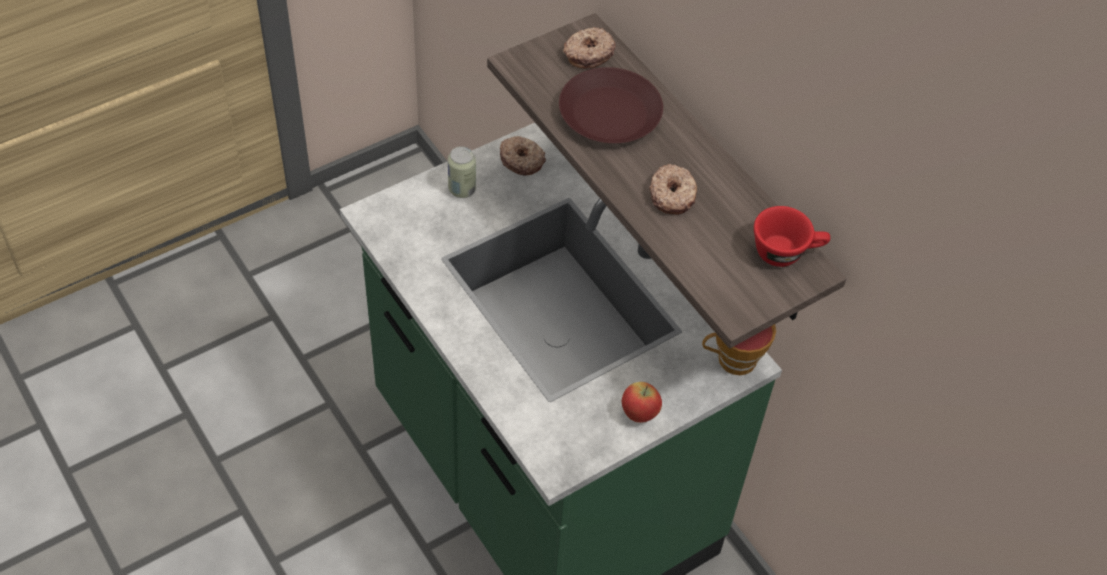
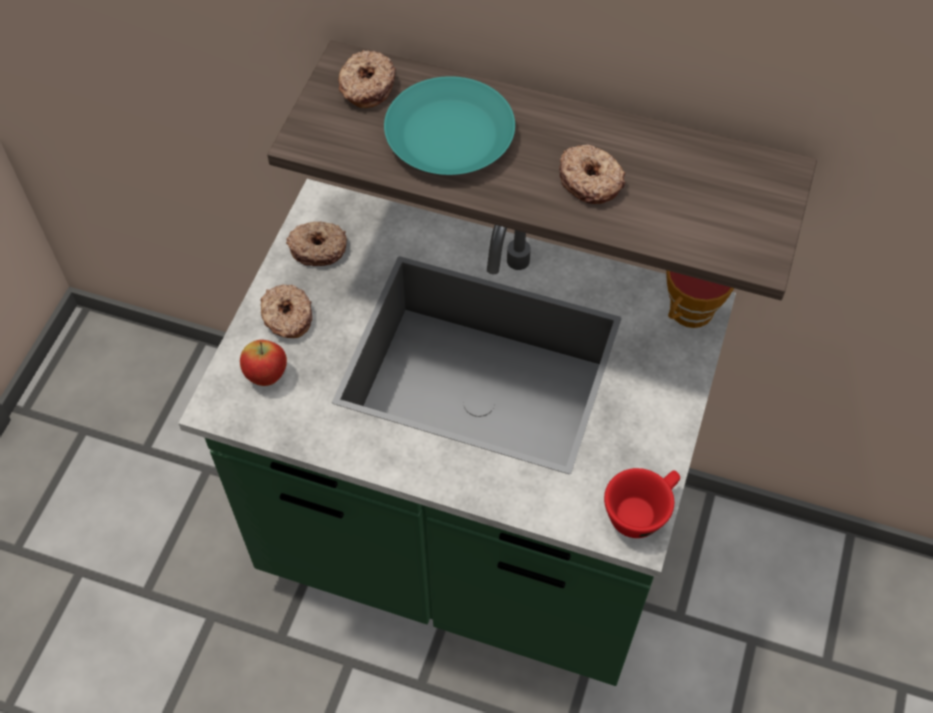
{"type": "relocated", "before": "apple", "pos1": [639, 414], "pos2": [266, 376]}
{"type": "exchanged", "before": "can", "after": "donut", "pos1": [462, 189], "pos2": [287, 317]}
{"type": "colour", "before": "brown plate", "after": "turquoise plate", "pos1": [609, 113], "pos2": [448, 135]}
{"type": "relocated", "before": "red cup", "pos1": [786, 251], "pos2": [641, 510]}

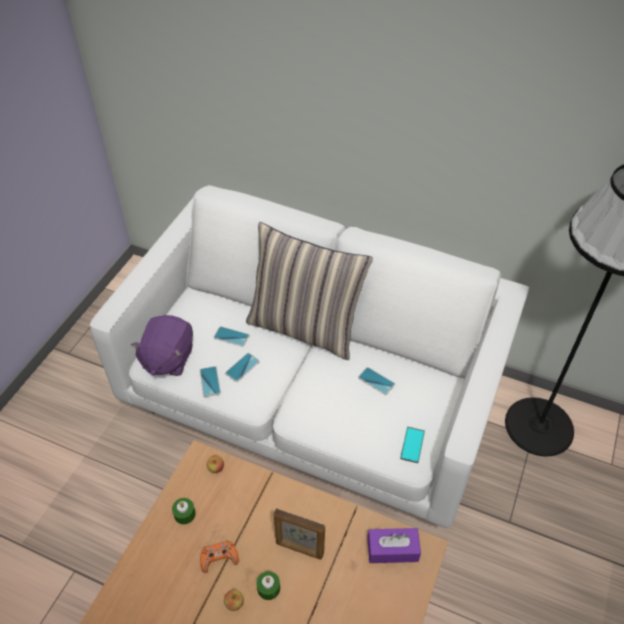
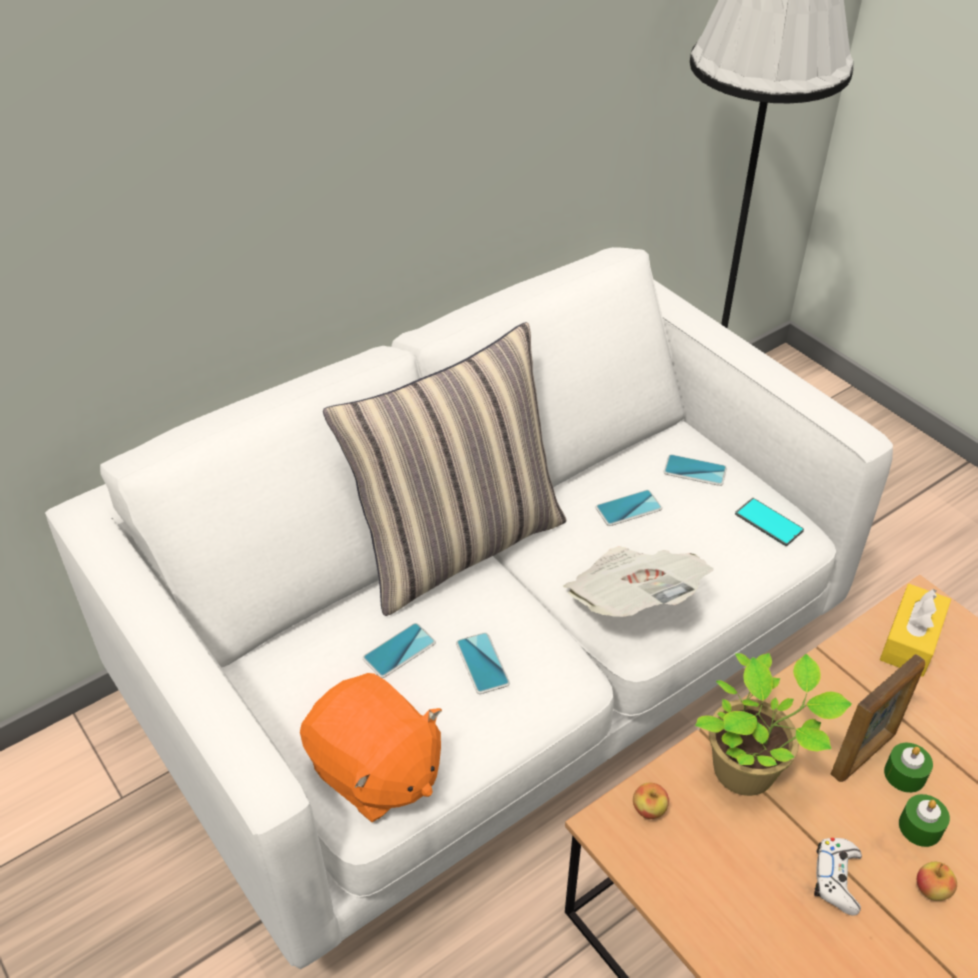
{"type": "colour", "before": "purple plush toy", "after": "orange plush toy", "pos1": [168, 358], "pos2": [375, 771]}
{"type": "appeared", "after": "newspaper", "pos2": [632, 602]}
{"type": "relocated", "before": "phone", "pos1": [210, 381], "pos2": [694, 471]}
{"type": "appeared", "after": "potted plant", "pos2": [749, 770]}
{"type": "colour", "before": "orange game controller", "after": "white game controller", "pos1": [219, 558], "pos2": [836, 879]}
{"type": "colour", "before": "purple tissue box", "after": "yellow tissue box", "pos1": [392, 550], "pos2": [911, 640]}
{"type": "relocated", "before": "green candle", "pos1": [184, 514], "pos2": [904, 774]}

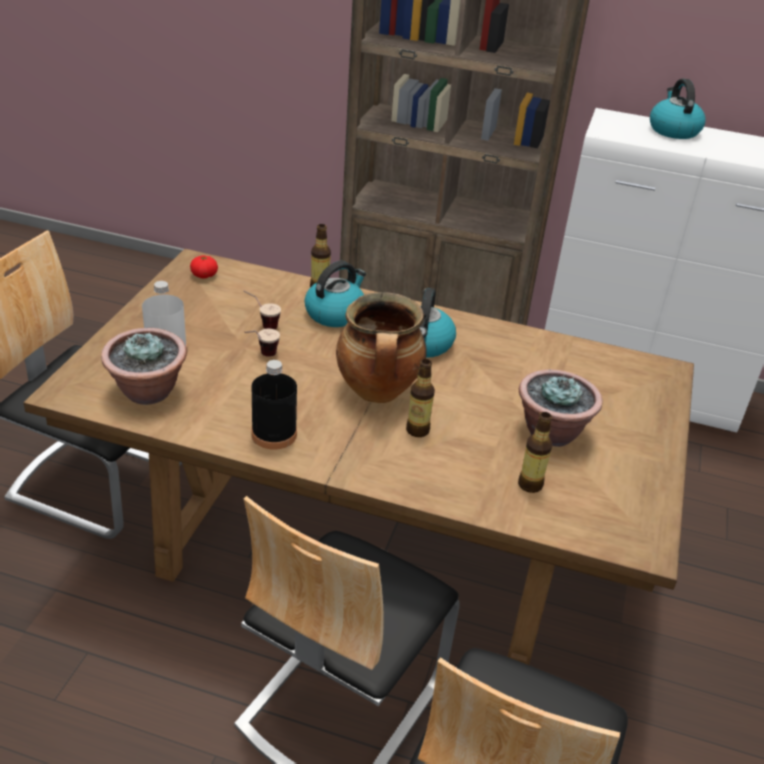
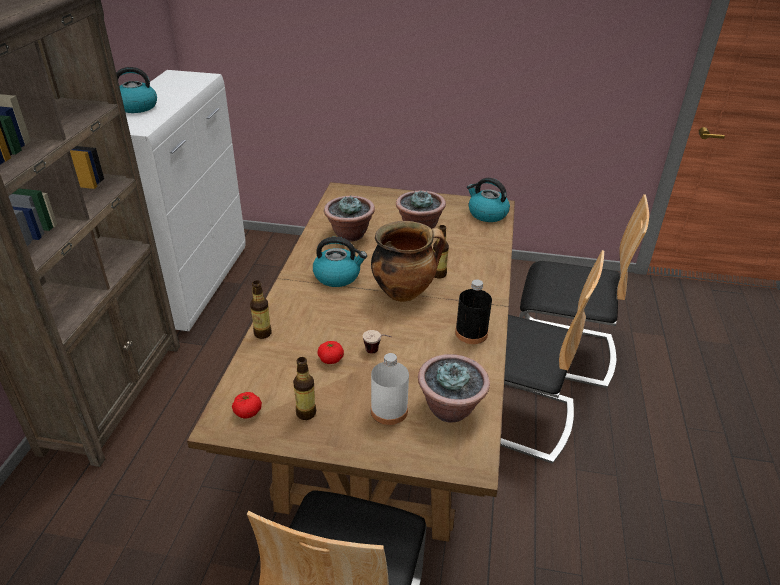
{"type": "relocated", "before": "bottle", "pos1": [530, 484], "pos2": [306, 413]}
{"type": "exchanged", "before": "cup", "after": "tomato", "pos1": [262, 325], "pos2": [331, 359]}
{"type": "appeared", "after": "potted plant", "pos2": [349, 234]}
{"type": "relocated", "before": "kettle", "pos1": [335, 313], "pos2": [487, 214]}

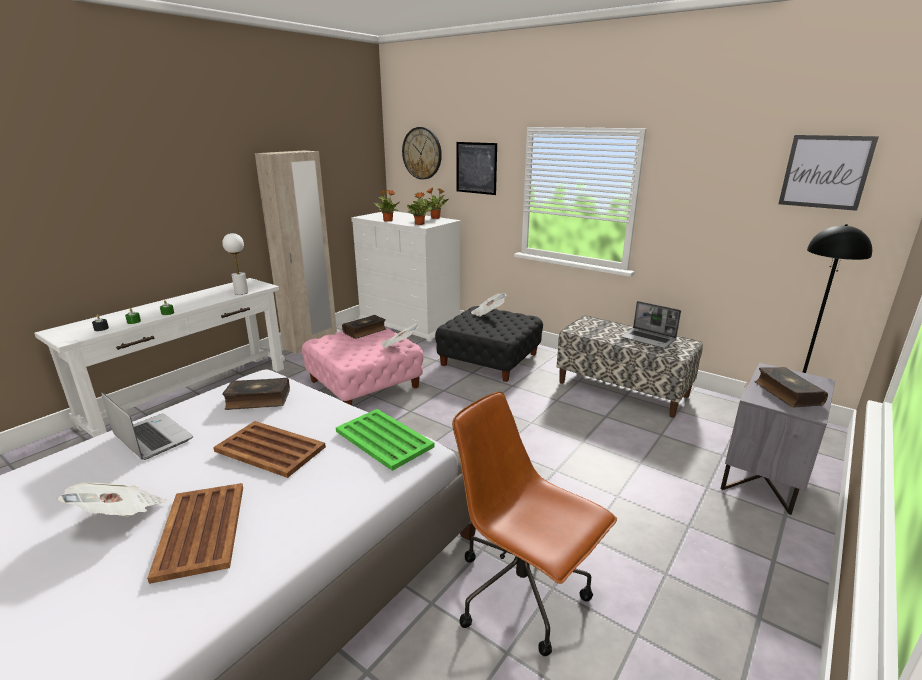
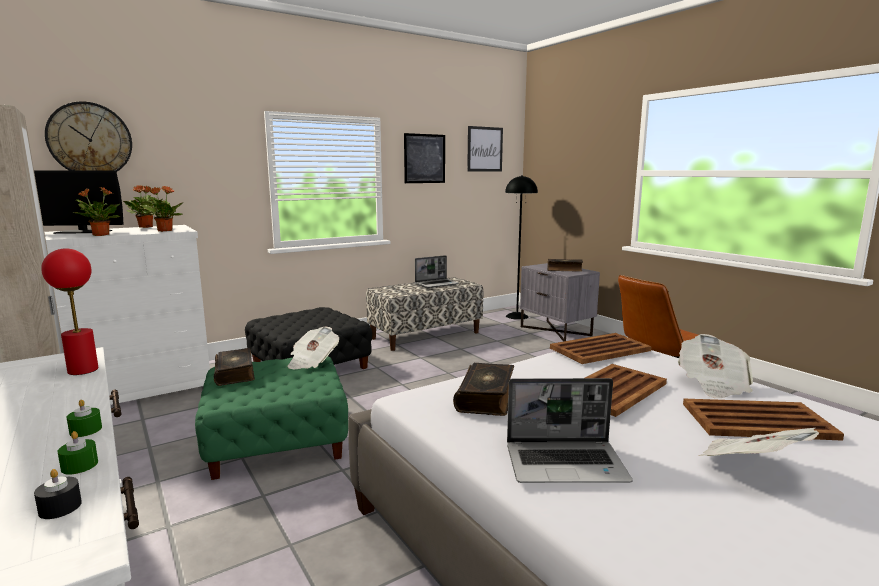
{"type": "appeared", "after": "monitor", "pos2": [83, 232]}
{"type": "colour", "before": "white table lamp", "after": "red table lamp", "pos1": [241, 292], "pos2": [83, 370]}
{"type": "colour", "before": "pink ottoman", "after": "green ottoman", "pos1": [364, 384], "pos2": [276, 439]}
{"type": "relocated", "before": "picture", "pos1": [476, 168], "pos2": [424, 158]}
{"type": "spun", "before": "laptop", "pos1": [151, 438], "pos2": [566, 463], "turn": -150}
{"type": "colour", "before": "green tray", "after": "brown tray", "pos1": [383, 438], "pos2": [599, 349]}
{"type": "relocated", "before": "newspaper", "pos1": [488, 313], "pos2": [713, 384]}

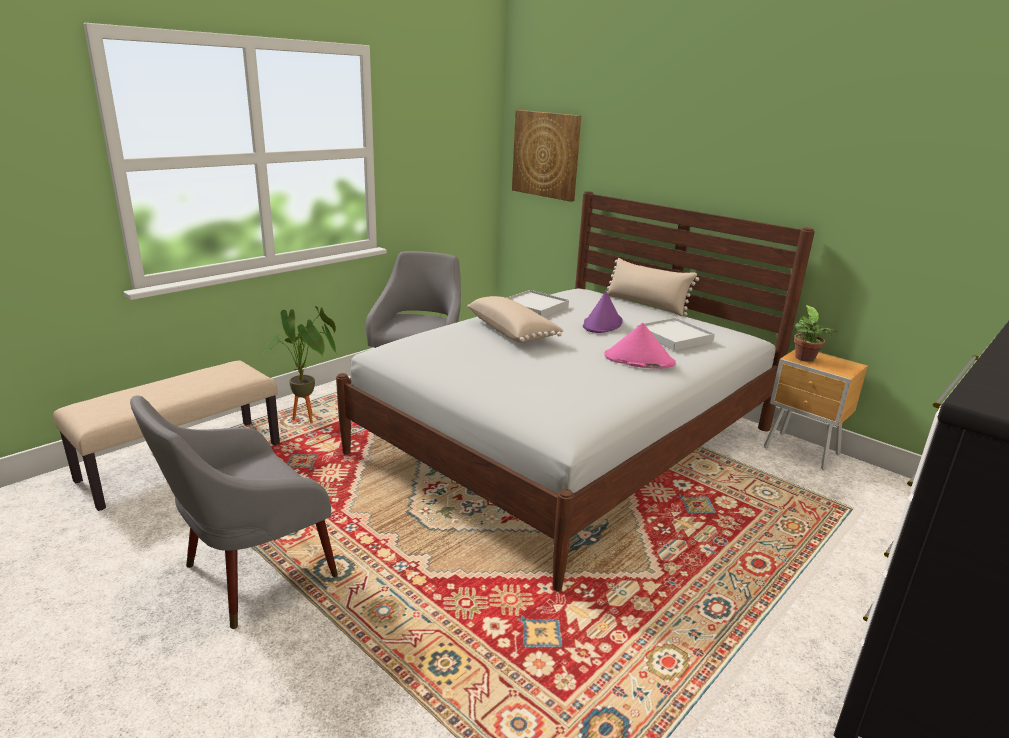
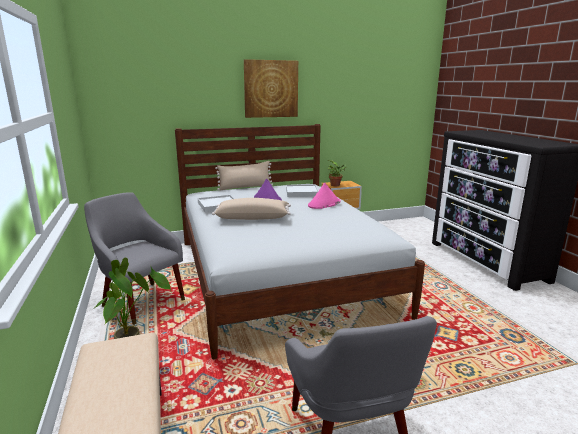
{"type": "relocated", "before": "picture", "pos1": [546, 154], "pos2": [271, 89]}

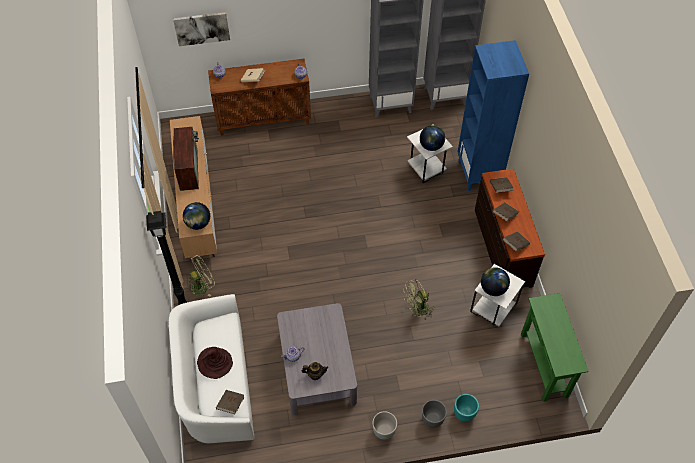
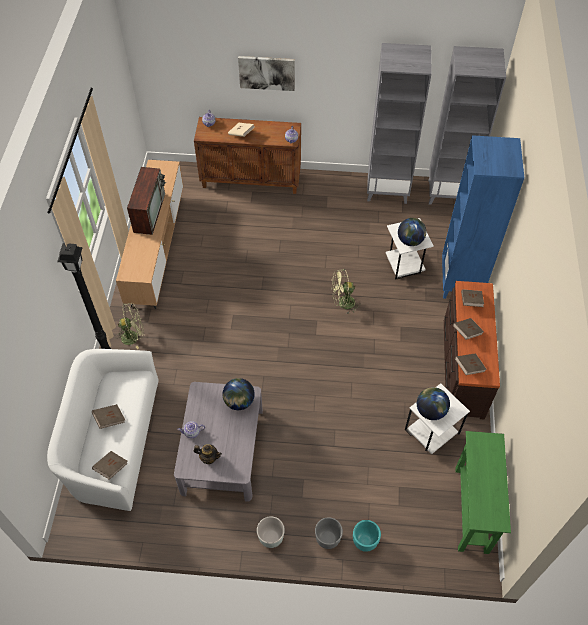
{"type": "exchanged", "before": "brown hat", "after": "brown book", "pos1": [214, 363], "pos2": [109, 419]}
{"type": "relocated", "before": "globe", "pos1": [198, 223], "pos2": [239, 401]}
{"type": "relocated", "before": "picture", "pos1": [202, 28], "pos2": [267, 72]}
{"type": "relocated", "before": "green fan", "pos1": [417, 310], "pos2": [342, 303]}

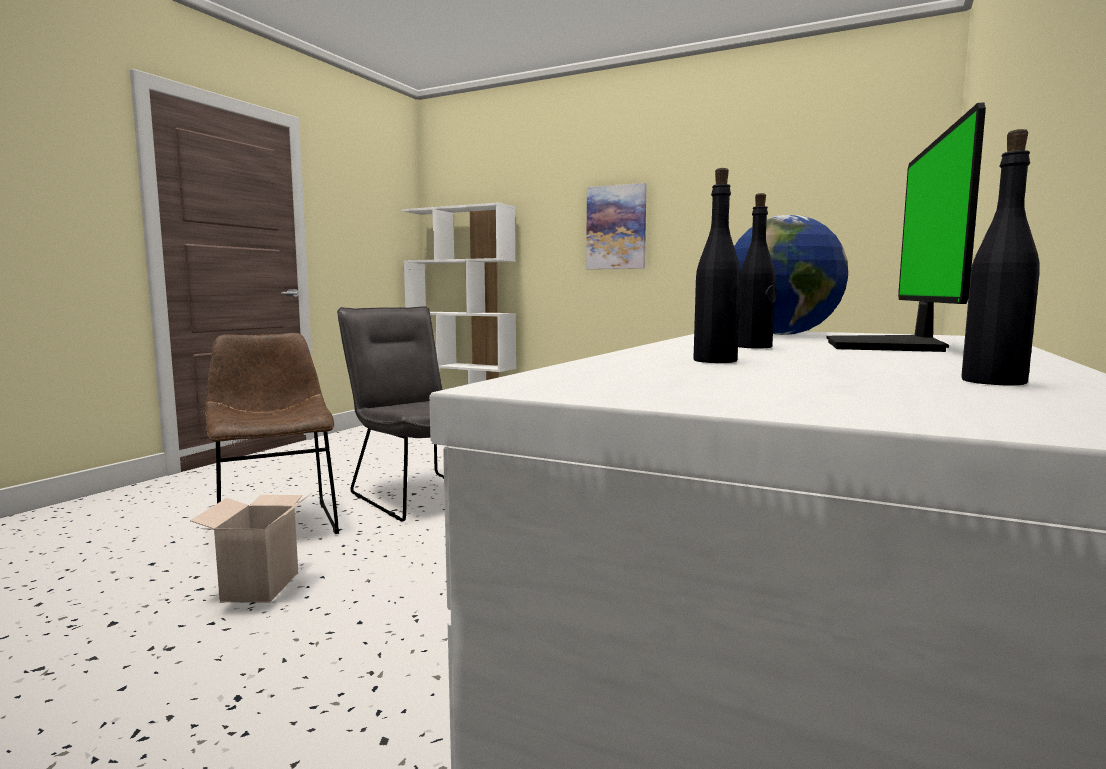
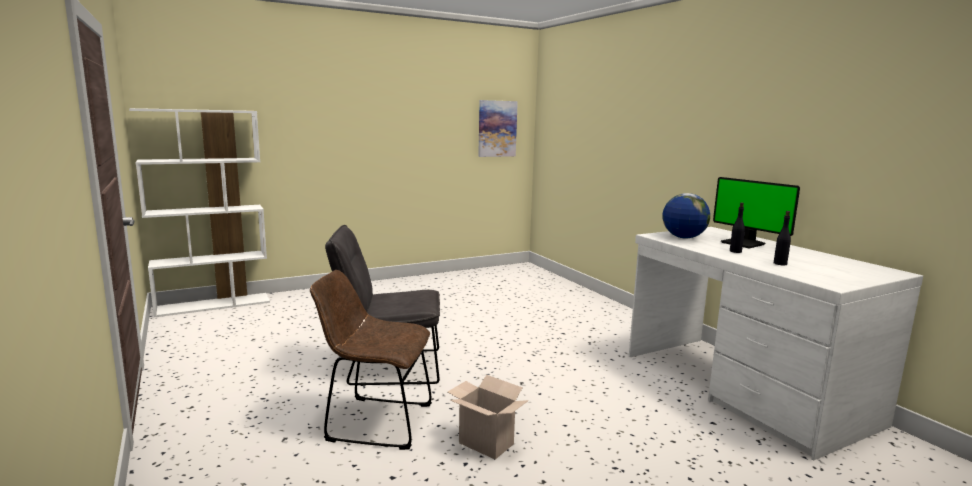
{"type": "relocated", "before": "picture", "pos1": [616, 227], "pos2": [497, 128]}
{"type": "missing", "before": "black bottle", "pos1": [992, 381]}

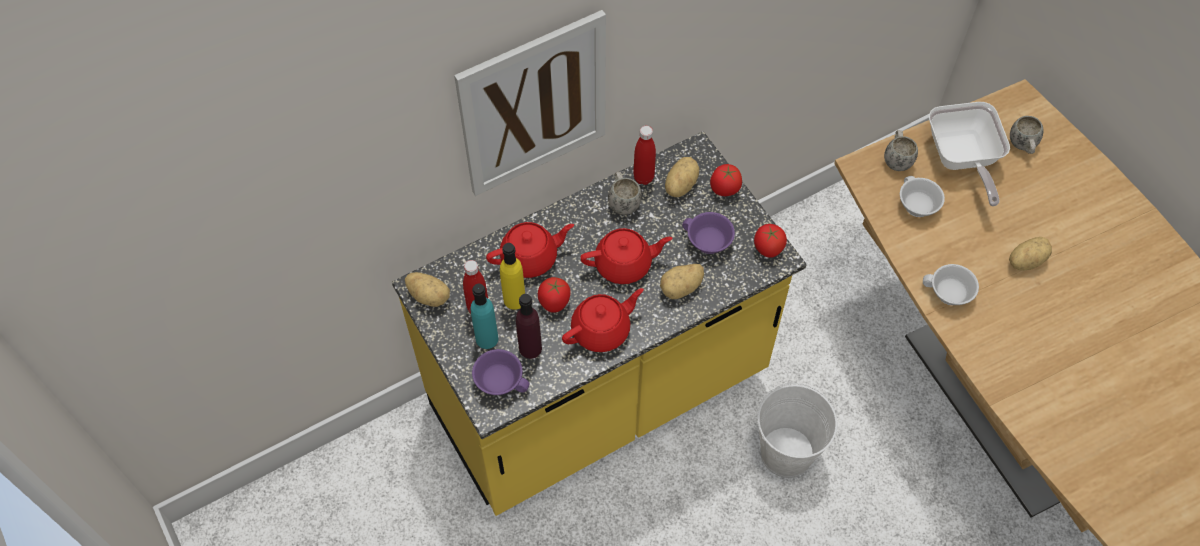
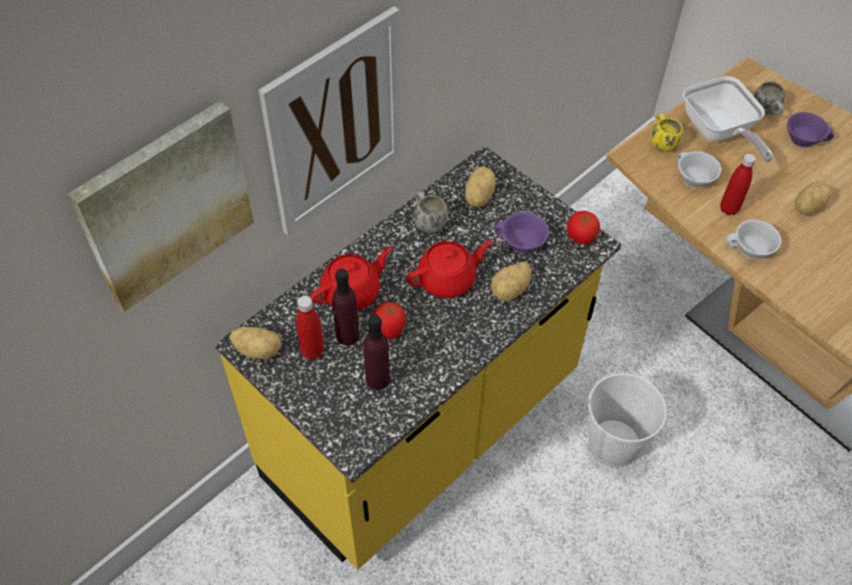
{"type": "appeared", "after": "picture", "pos2": [165, 205]}
{"type": "colour", "before": "yellow bottle", "after": "purple bottle", "pos1": [514, 299], "pos2": [347, 335]}
{"type": "colour", "before": "white mug", "after": "yellow mug", "pos1": [896, 159], "pos2": [661, 142]}
{"type": "relocated", "before": "red bottle", "pos1": [643, 177], "pos2": [729, 209]}
{"type": "relocated", "before": "purple cup", "pos1": [501, 380], "pos2": [803, 138]}
{"type": "missing", "before": "turquoise bottle", "pos1": [487, 338]}
{"type": "missing", "before": "red teapot", "pos1": [602, 330]}
{"type": "missing", "before": "tomato", "pos1": [724, 189]}

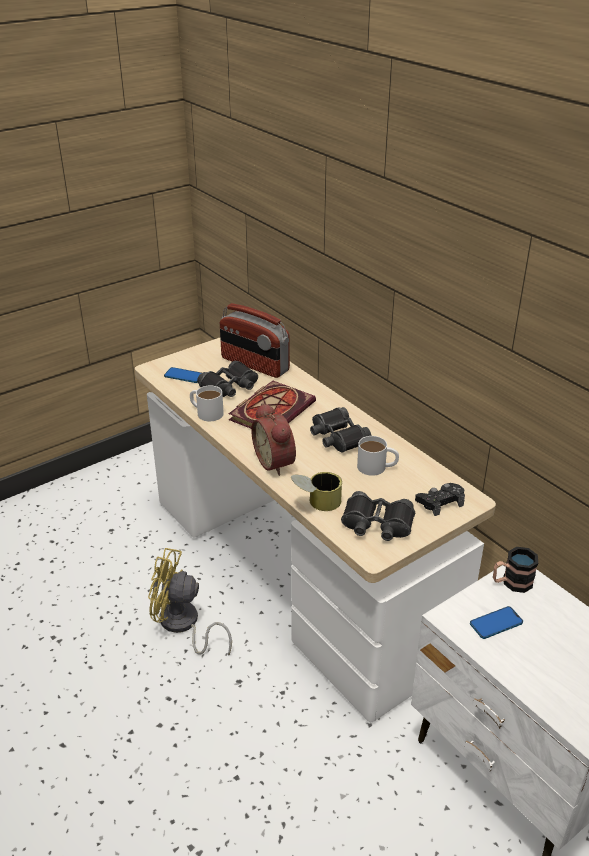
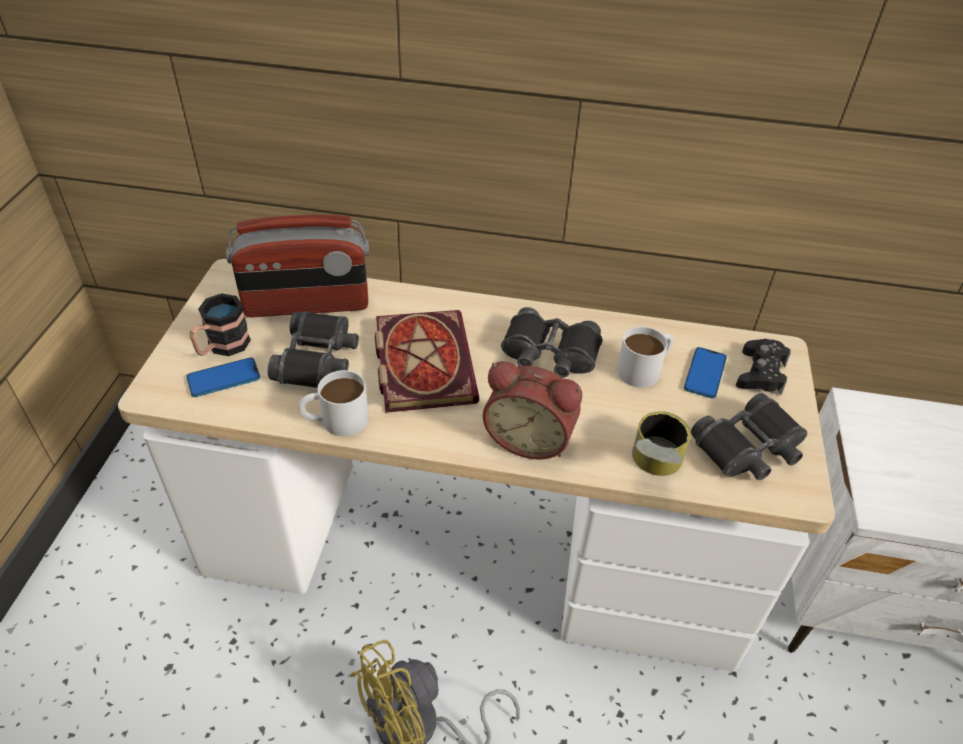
{"type": "relocated", "before": "mug", "pos1": [511, 582], "pos2": [222, 347]}
{"type": "relocated", "before": "phone", "pos1": [496, 623], "pos2": [705, 374]}

